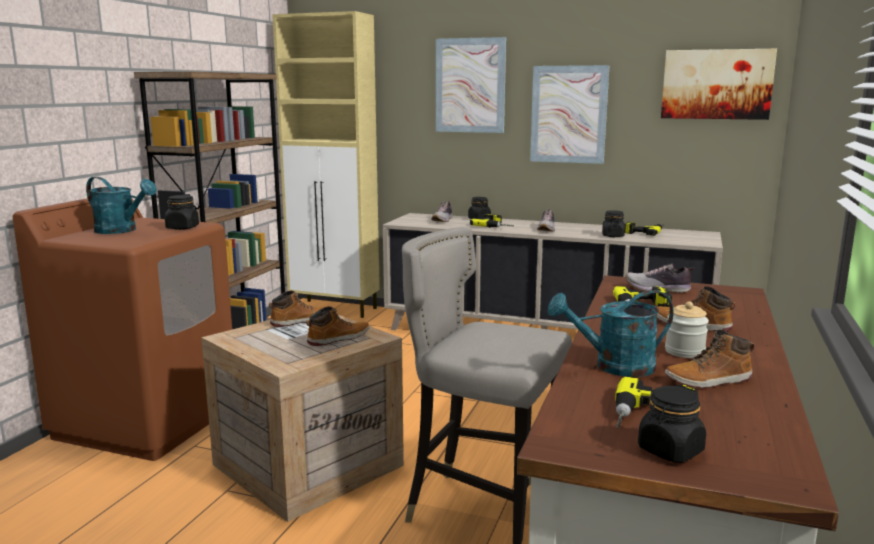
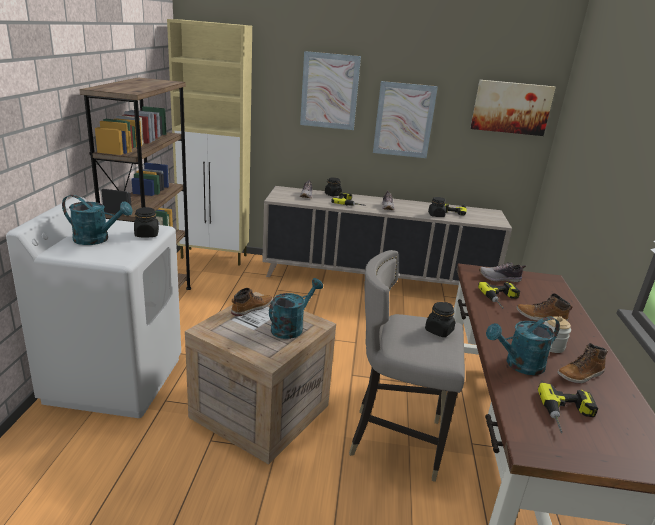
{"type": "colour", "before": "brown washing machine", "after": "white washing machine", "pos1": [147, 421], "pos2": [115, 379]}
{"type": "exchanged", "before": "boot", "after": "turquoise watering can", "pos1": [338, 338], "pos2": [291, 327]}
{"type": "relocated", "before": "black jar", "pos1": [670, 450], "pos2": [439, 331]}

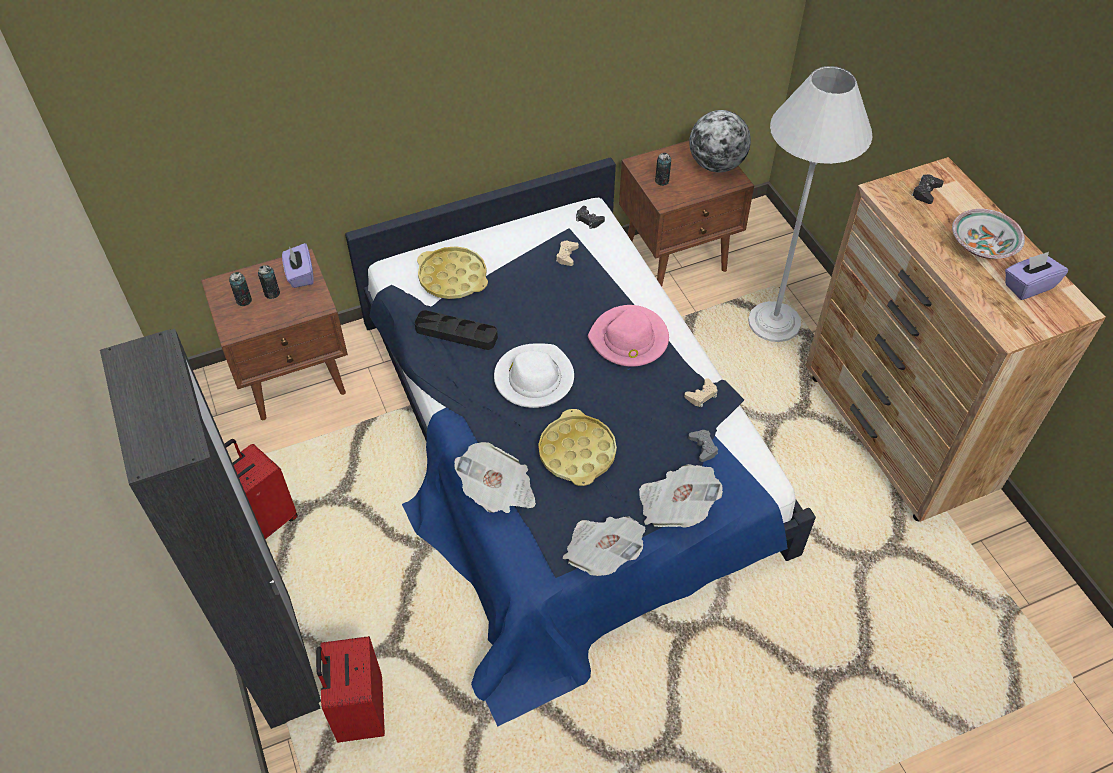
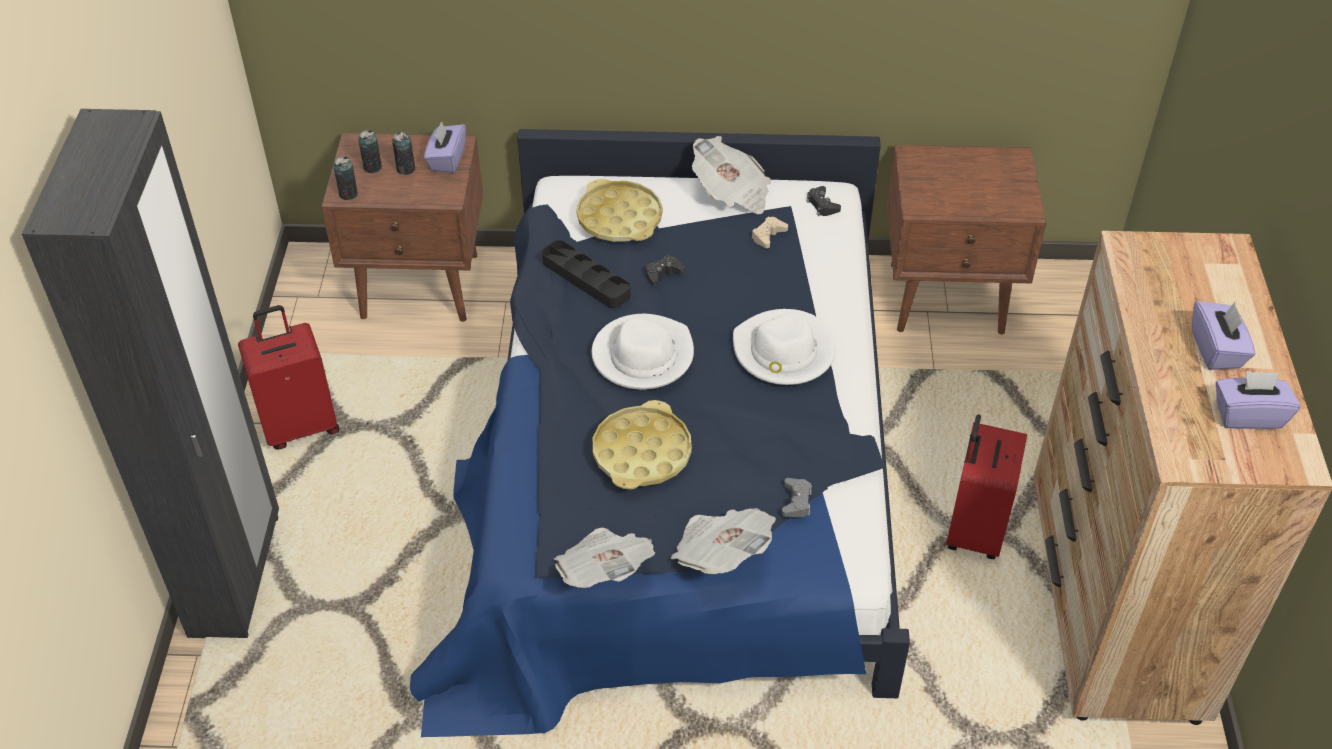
{"type": "relocated", "before": "can", "pos1": [662, 181], "pos2": [348, 194]}
{"type": "relocated", "before": "black game controller", "pos1": [926, 192], "pos2": [662, 274]}
{"type": "relocated", "before": "newspaper", "pos1": [498, 491], "pos2": [732, 192]}
{"type": "colour", "before": "pink hat", "after": "white hat", "pos1": [629, 339], "pos2": [783, 352]}
{"type": "relocated", "before": "red suitcase", "pos1": [359, 712], "pos2": [973, 530]}
{"type": "exchanged", "before": "bowl", "after": "purple tissue box", "pos1": [981, 246], "pos2": [1216, 350]}
{"type": "missing", "before": "beige game controller", "pos1": [701, 395]}
{"type": "missing", "before": "globe", "pos1": [716, 165]}
{"type": "missing", "before": "white floor lamp", "pos1": [774, 323]}

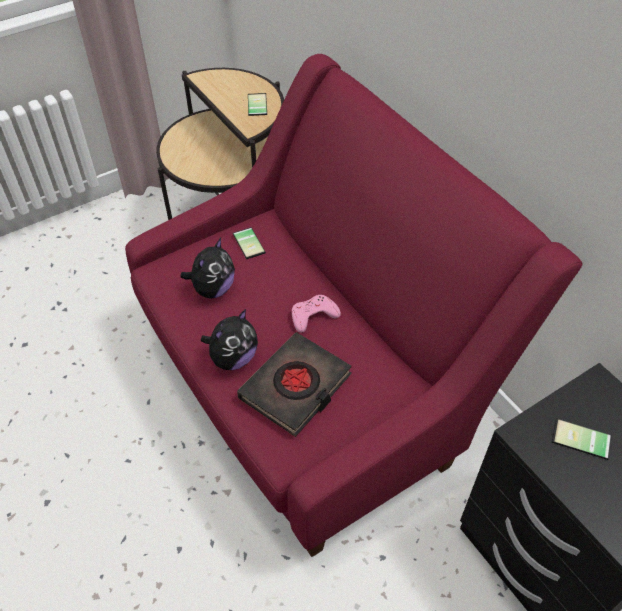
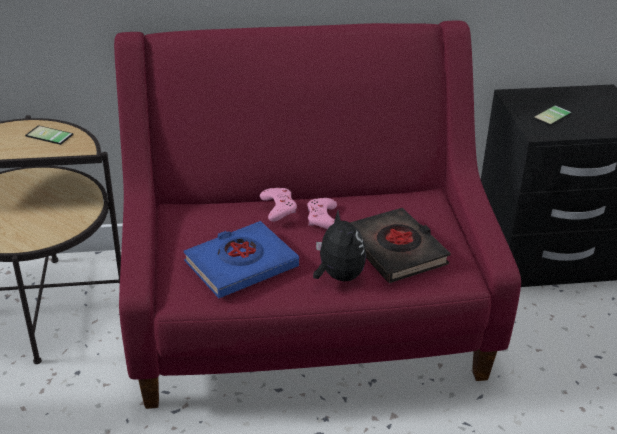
{"type": "exchanged", "before": "plush toy", "after": "blue book", "pos1": [213, 289], "pos2": [241, 265]}
{"type": "appeared", "after": "pink game controller", "pos2": [278, 207]}
{"type": "missing", "before": "phone", "pos1": [251, 242]}

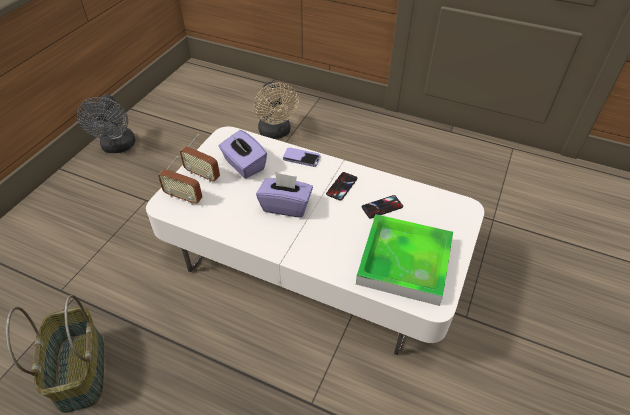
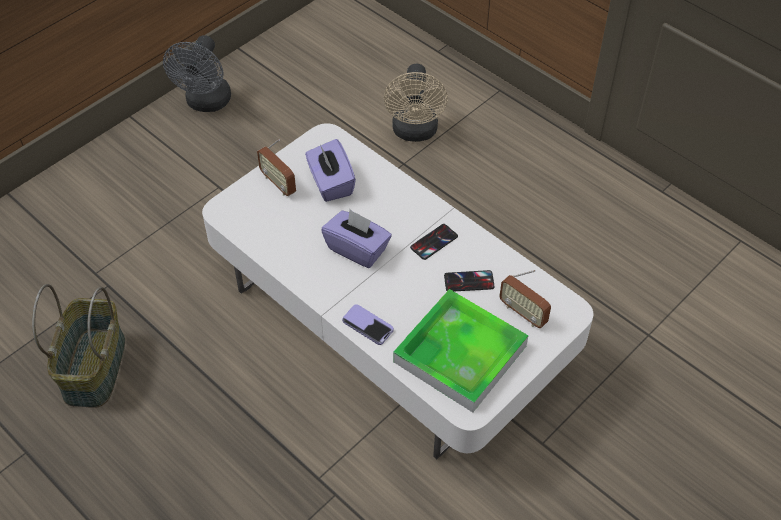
{"type": "relocated", "before": "phone", "pos1": [301, 158], "pos2": [367, 325]}
{"type": "relocated", "before": "radio", "pos1": [183, 197], "pos2": [523, 313]}

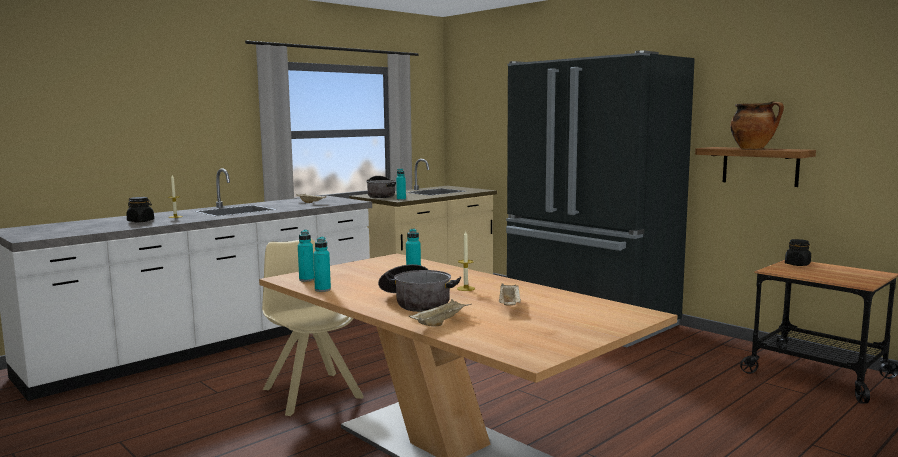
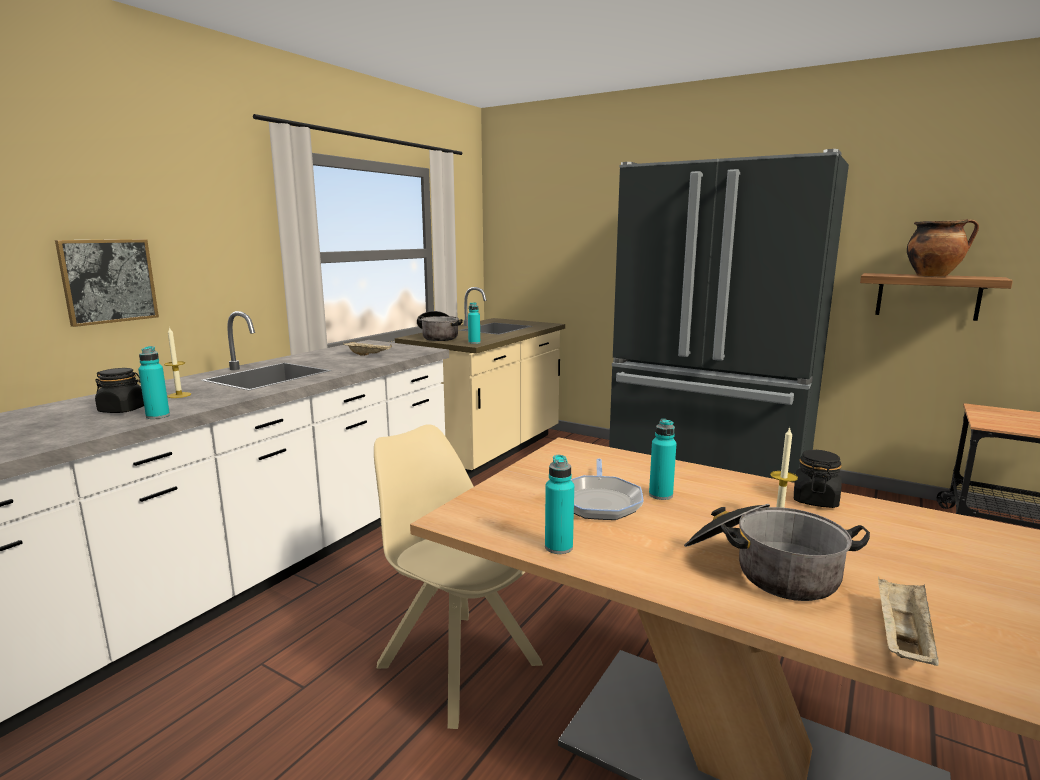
{"type": "appeared", "after": "picture", "pos2": [108, 281]}
{"type": "relocated", "before": "turquoise bottle", "pos1": [306, 279], "pos2": [158, 416]}
{"type": "appeared", "after": "frying pan", "pos2": [599, 501]}
{"type": "relocated", "before": "black jar", "pos1": [797, 264], "pos2": [815, 500]}
{"type": "missing", "before": "beige tray", "pos1": [509, 306]}

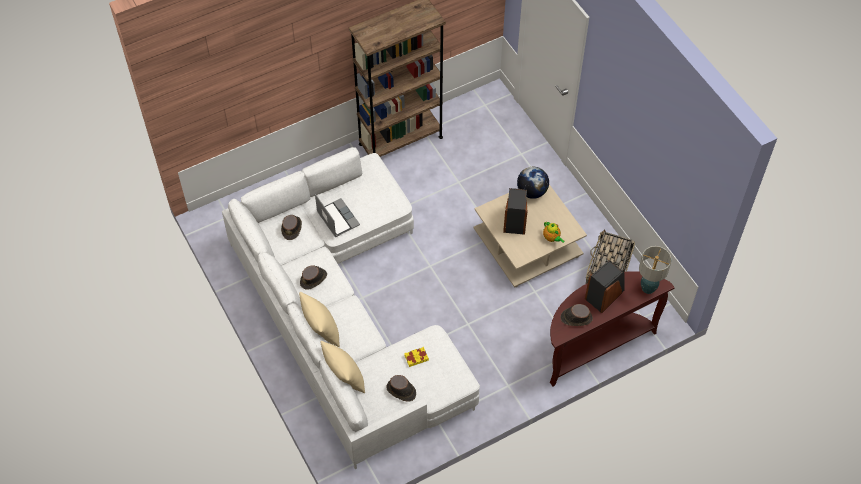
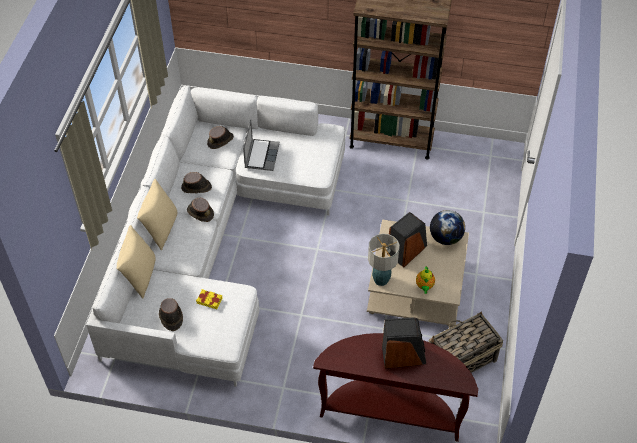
{"type": "relocated", "before": "brown hat", "pos1": [576, 318], "pos2": [200, 212]}
{"type": "relocated", "before": "table lamp", "pos1": [648, 287], "pos2": [381, 279]}

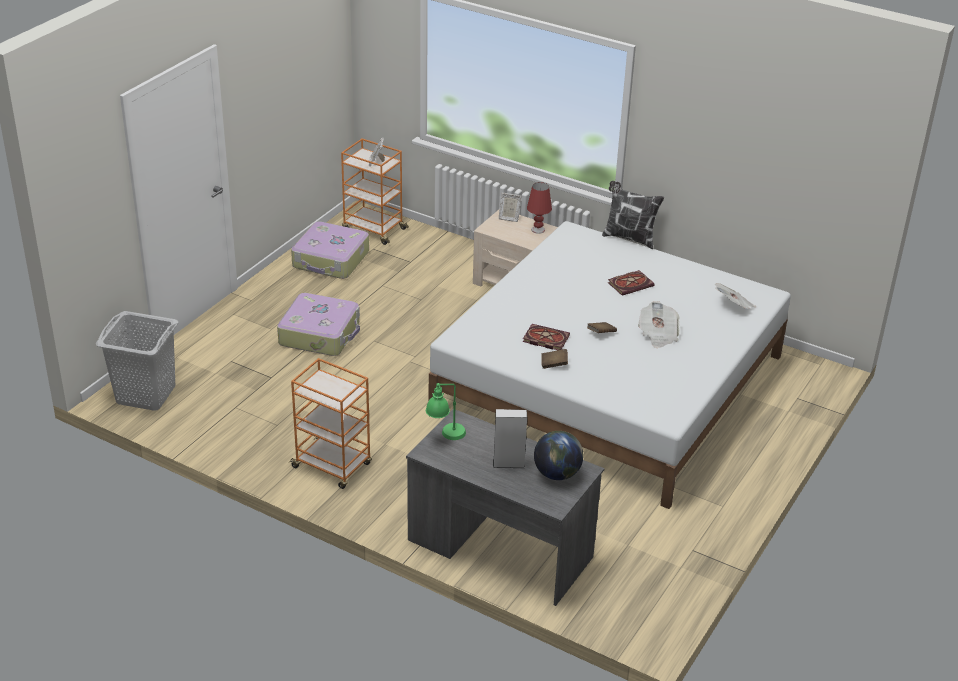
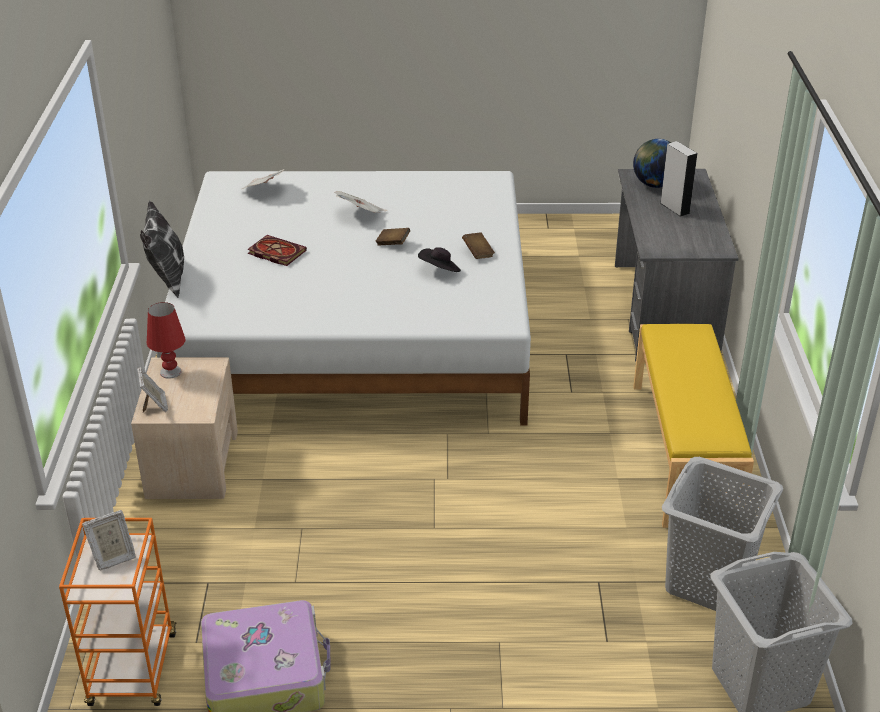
{"type": "exchanged", "before": "book", "after": "black hat", "pos1": [544, 339], "pos2": [439, 270]}
{"type": "exchanged", "before": "orange cart", "after": "yellow bench", "pos1": [333, 466], "pos2": [685, 452]}
{"type": "appeared", "after": "grey laundry basket", "pos2": [708, 583]}
{"type": "missing", "before": "suitcase", "pos1": [320, 334]}
{"type": "missing", "before": "green table lamp", "pos1": [445, 437]}

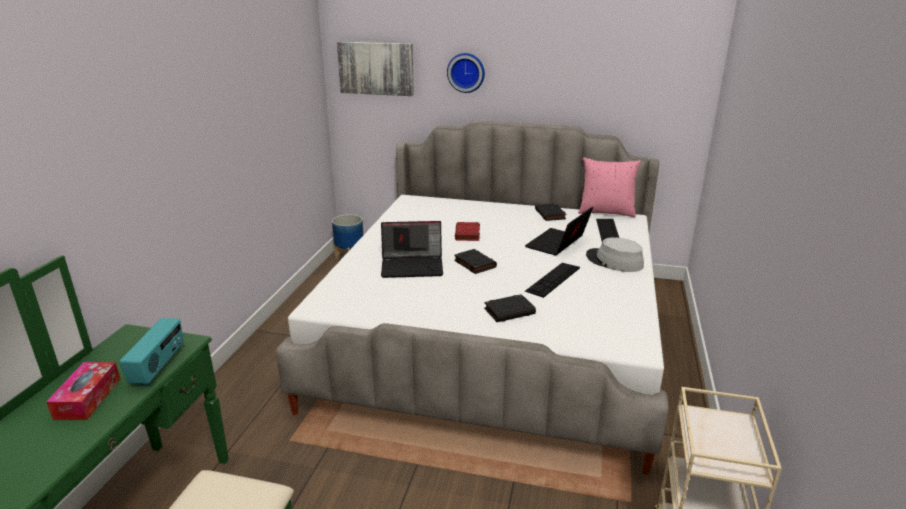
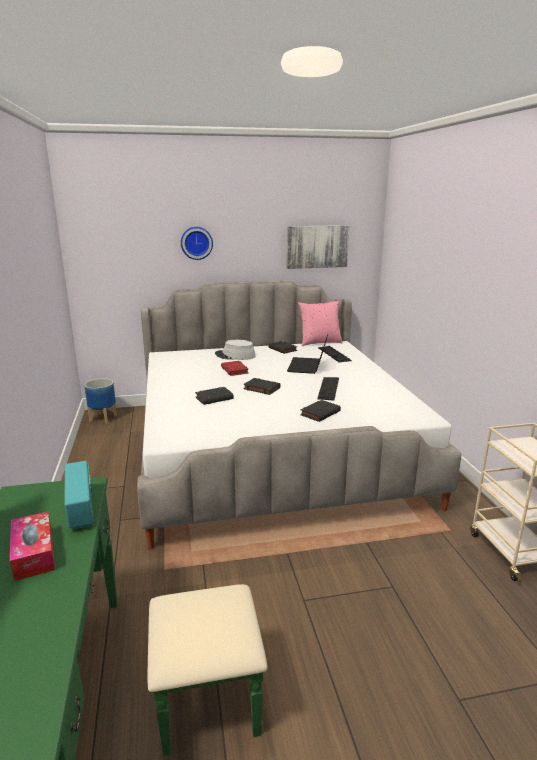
{"type": "exchanged", "before": "laptop", "after": "black book", "pos1": [413, 266], "pos2": [214, 398]}
{"type": "relocated", "before": "grey hat", "pos1": [614, 261], "pos2": [235, 355]}
{"type": "relocated", "before": "picture", "pos1": [376, 68], "pos2": [317, 246]}

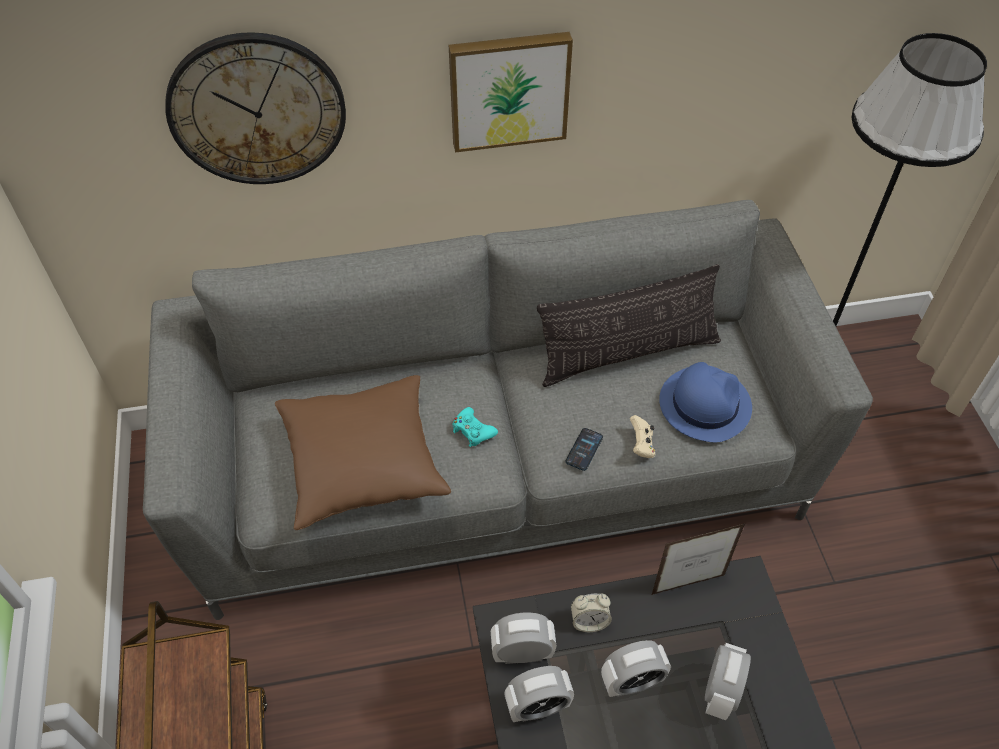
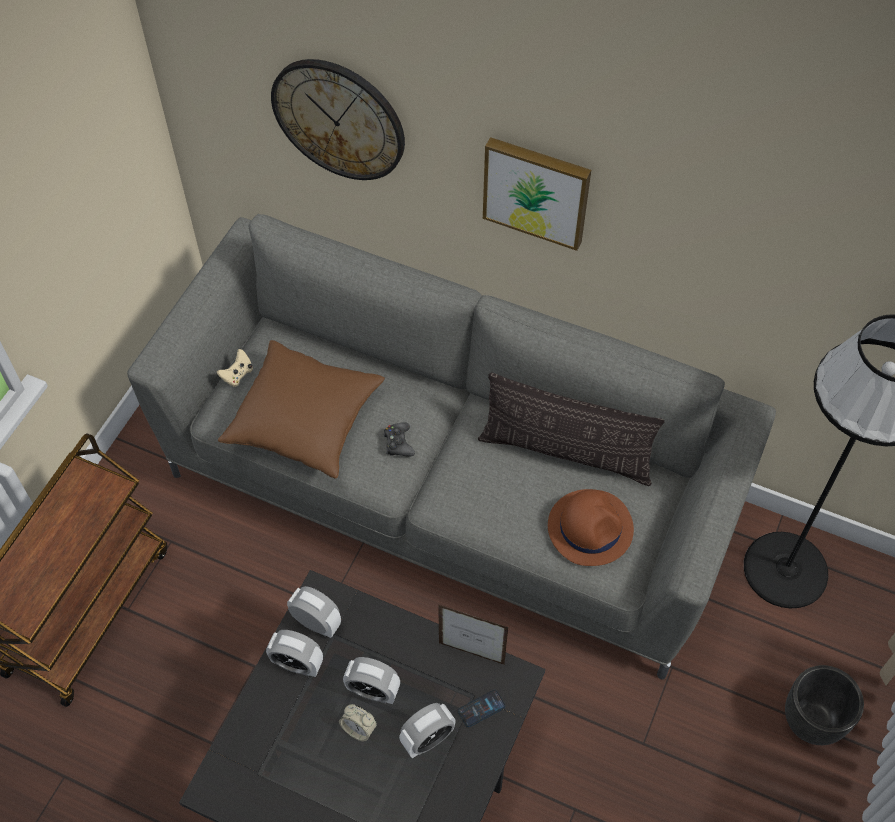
{"type": "relocated", "before": "beige game controller", "pos1": [641, 445], "pos2": [237, 375]}
{"type": "relocated", "before": "alarm clock", "pos1": [589, 621], "pos2": [359, 729]}
{"type": "colour", "before": "turquoise game controller", "after": "black game controller", "pos1": [473, 431], "pos2": [398, 443]}
{"type": "relocated", "before": "phone", "pos1": [584, 449], "pos2": [481, 708]}
{"type": "colour", "before": "blue hat", "after": "brown hat", "pos1": [704, 404], "pos2": [590, 527]}
{"type": "appeared", "after": "black planter", "pos2": [811, 720]}

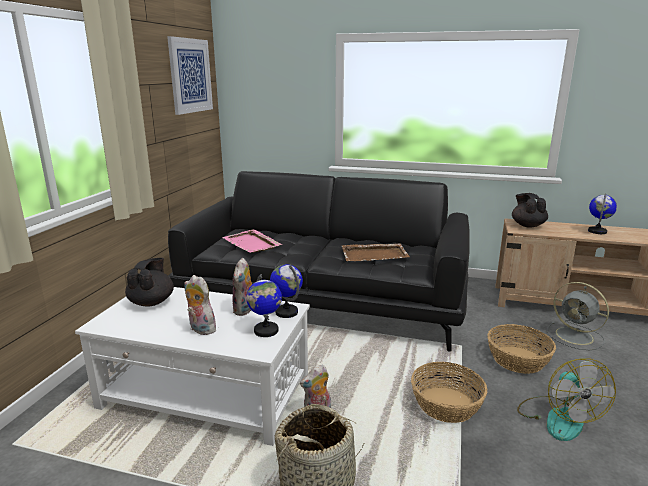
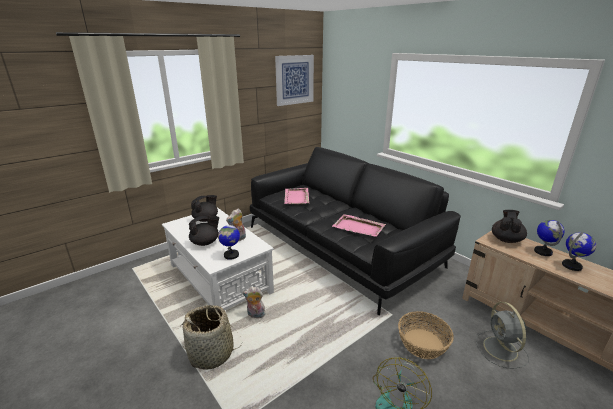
{"type": "exchanged", "before": "plush toy", "after": "black teapot", "pos1": [200, 329], "pos2": [205, 242]}
{"type": "colour", "before": "brown tray", "after": "pink tray", "pos1": [375, 254], "pos2": [359, 227]}
{"type": "relocated", "before": "globe", "pos1": [286, 312], "pos2": [543, 251]}
{"type": "missing", "before": "basket", "pos1": [446, 405]}

